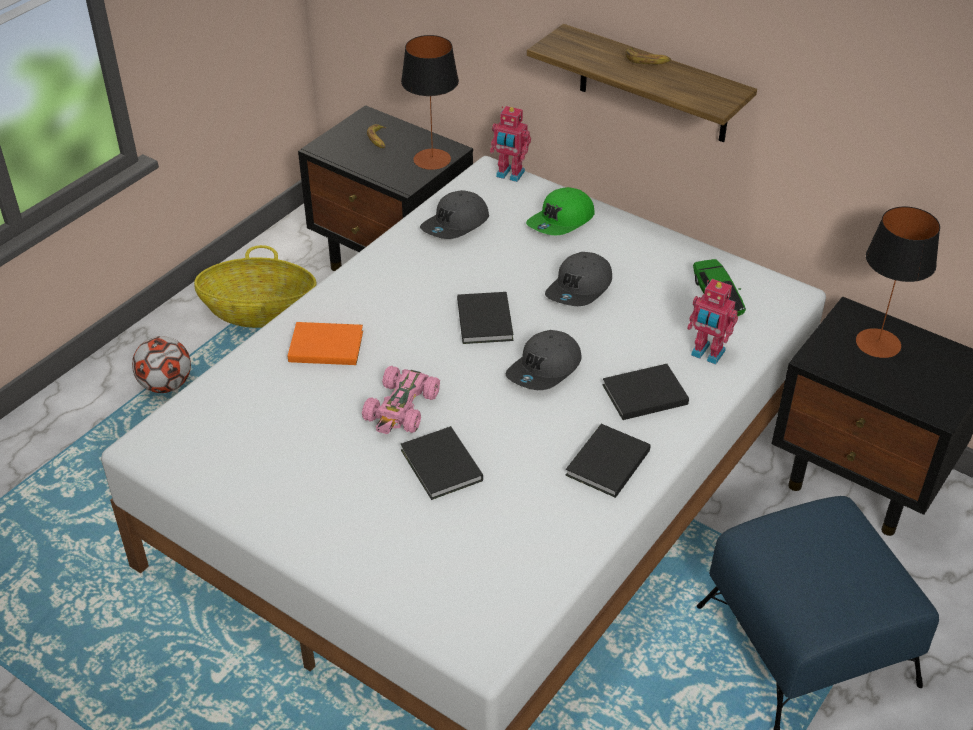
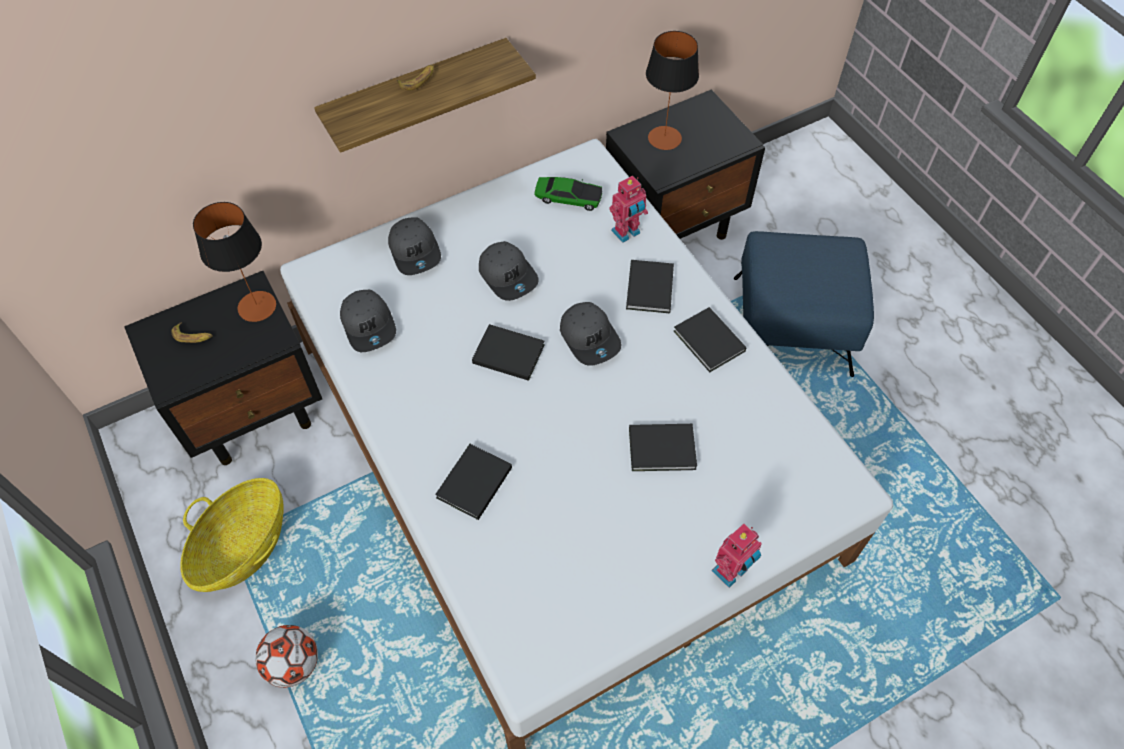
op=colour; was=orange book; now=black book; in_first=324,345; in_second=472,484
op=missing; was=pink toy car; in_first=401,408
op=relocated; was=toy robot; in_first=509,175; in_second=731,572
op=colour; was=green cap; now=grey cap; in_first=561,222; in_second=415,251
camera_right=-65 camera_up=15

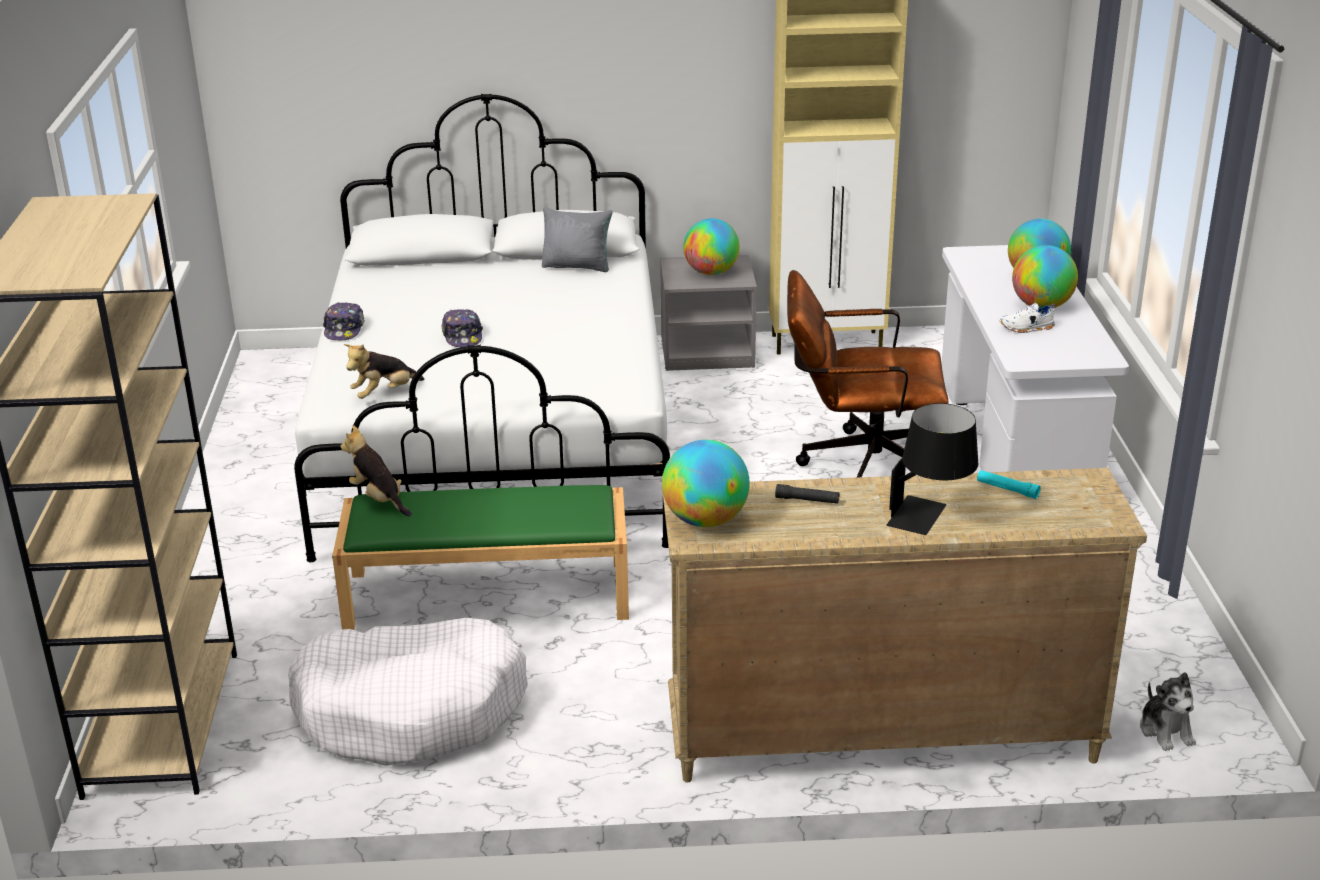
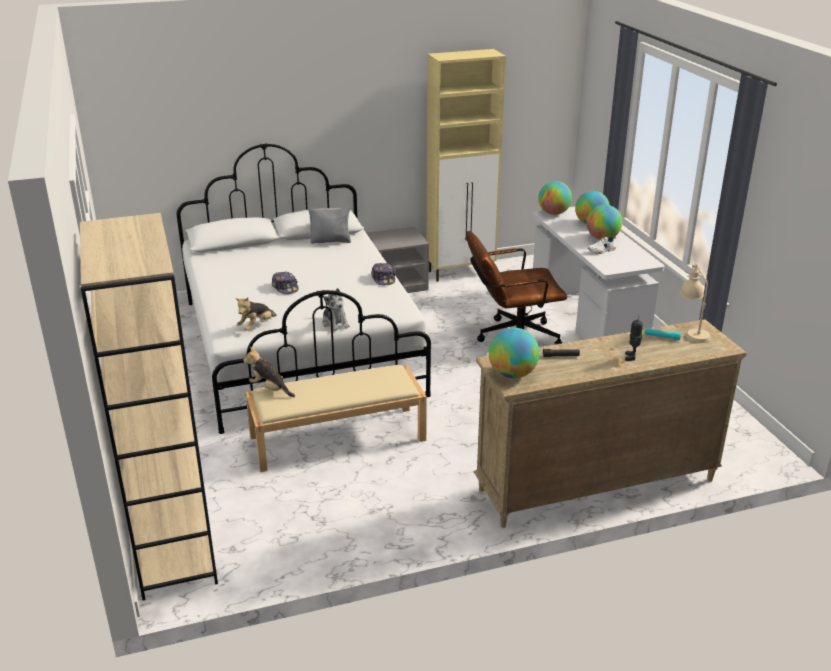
op=missing; was=white dog bed; in_first=412,710
op=relocated; was=cap; in_first=344,329; in_second=383,279
op=colour; was=green bench; now=beige bench; in_first=489,594; in_second=338,437
op=relocated; was=globe; in_first=711,272; in_second=553,213
op=exchanged; was=black table lamp; now=toy robot; in_first=930,518; in_second=632,357
op=relocated; was=plush toy; in_first=1165,731; in_second=335,323
op=appeared; now=beige table lamp; in_second=691,332
camera_right=-15 camera_up=0

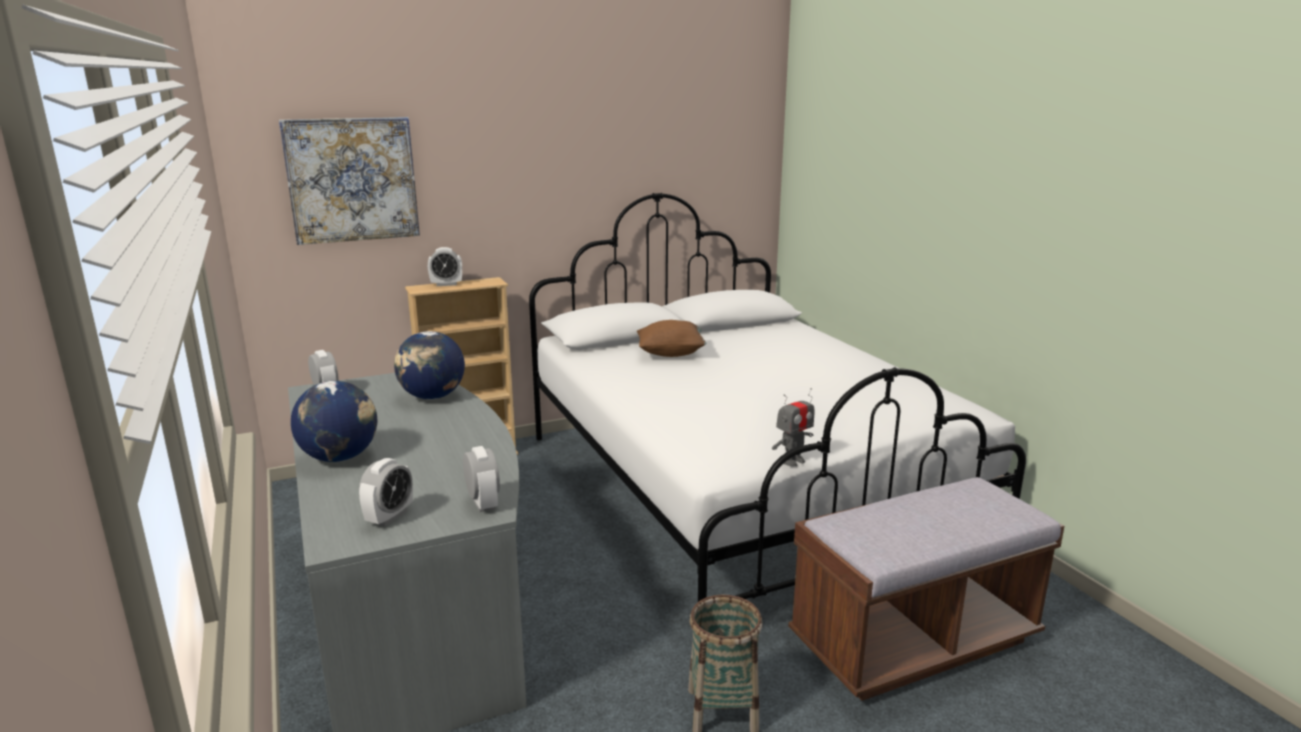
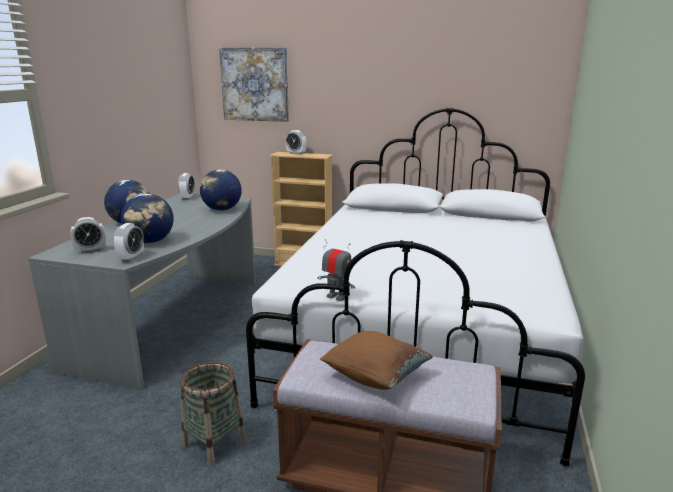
op=relocated; was=brown pillow; in_first=671,354; in_second=375,377
op=spun; was=toy robot; in_first=792,461; in_second=336,297; clockwise=-150
op=appeared; now=globe; in_second=150,242
camera_right=40 camera_up=0

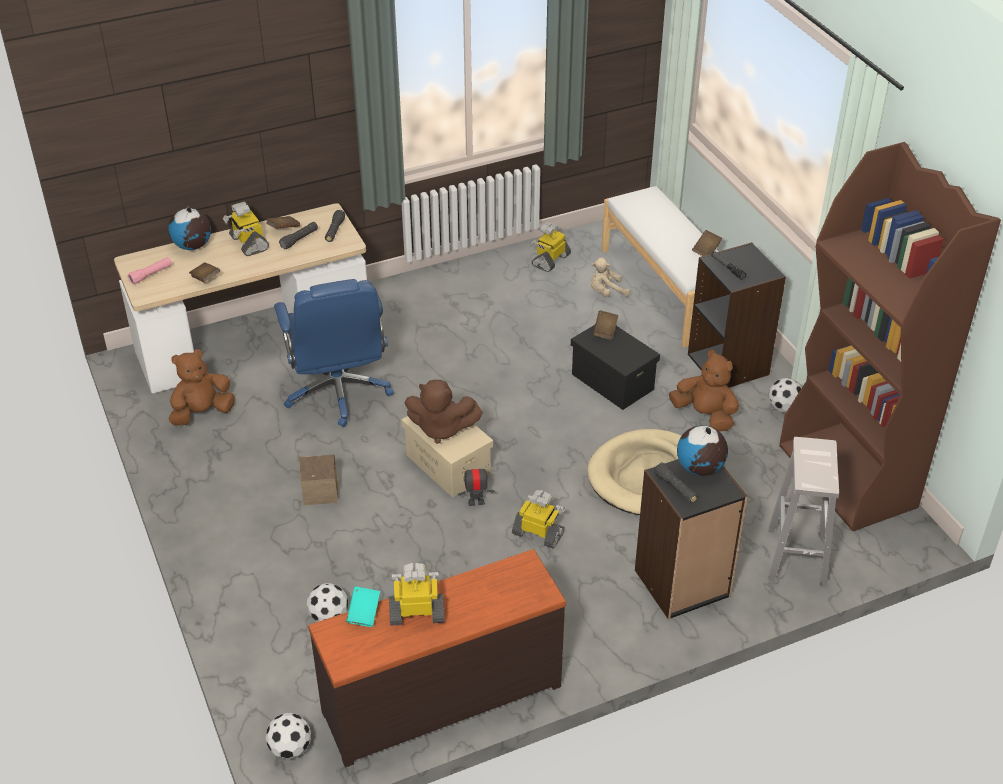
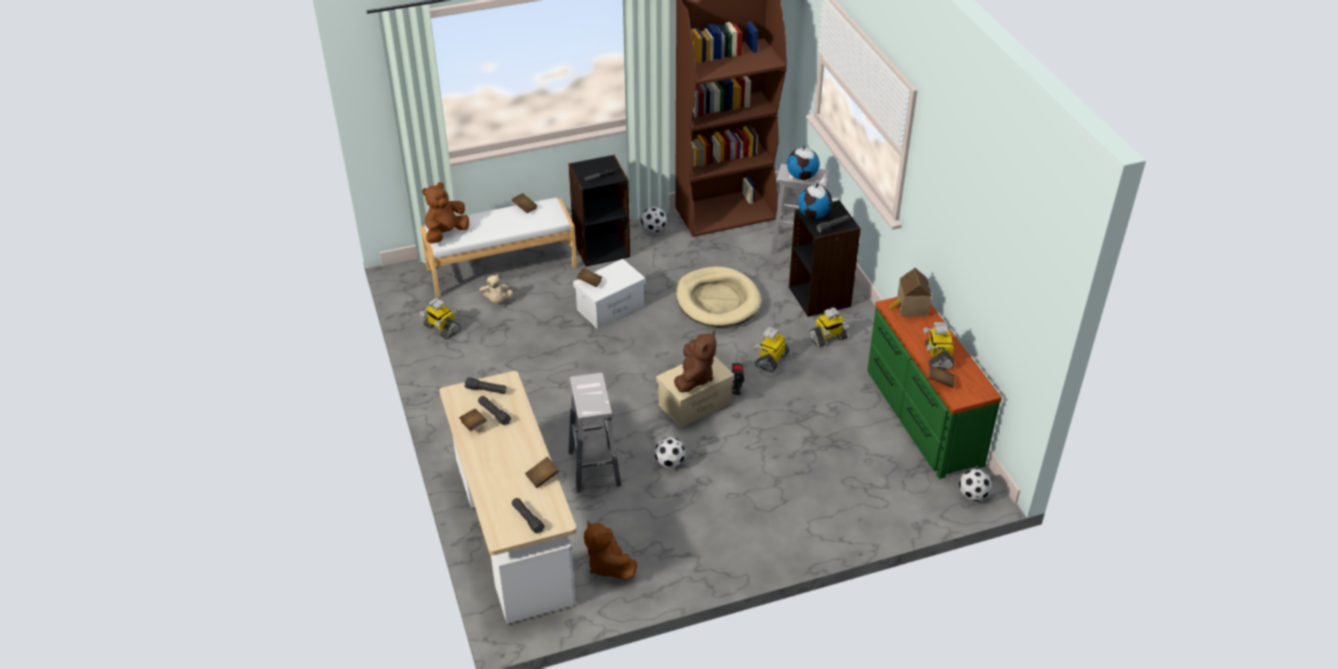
op=colour; was=pink flashlight; now=black flashlight; in_first=151,275; in_second=527,519
op=relocated; was=globe; in_first=193,246; in_second=802,176
op=relocated; was=toy robot; in_first=248,243; in_second=828,338
op=exchanged; was=blue office chair; now=white stool; in_first=338,392; in_second=595,469
op=relocated; was=toy house; in_first=320,490; in_second=910,308
op=relocated; was=football; in_first=329,617; in_second=670,462
op=colour; was=brown dresser; now=green dresser; in_first=441,696; in_second=922,417
op=colour; was=turquoise book; now=brown book; in_first=364,613; in_second=940,382
op=colour; was=black storage box; now=white storage box; in_first=613,382; in_second=610,307
op=relocated; was=brown plush toy; in_first=705,415; in_second=446,233
camera_right=-85 camera_up=0

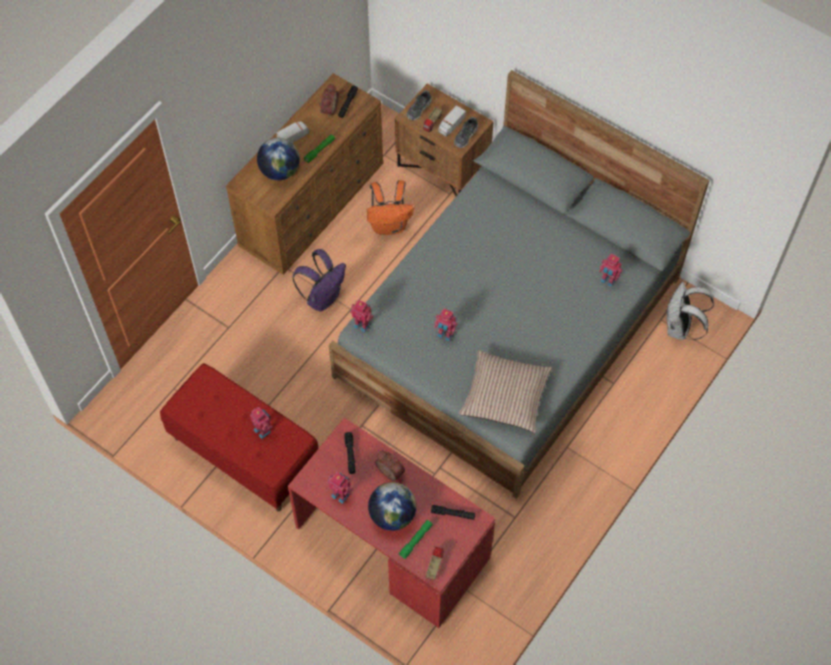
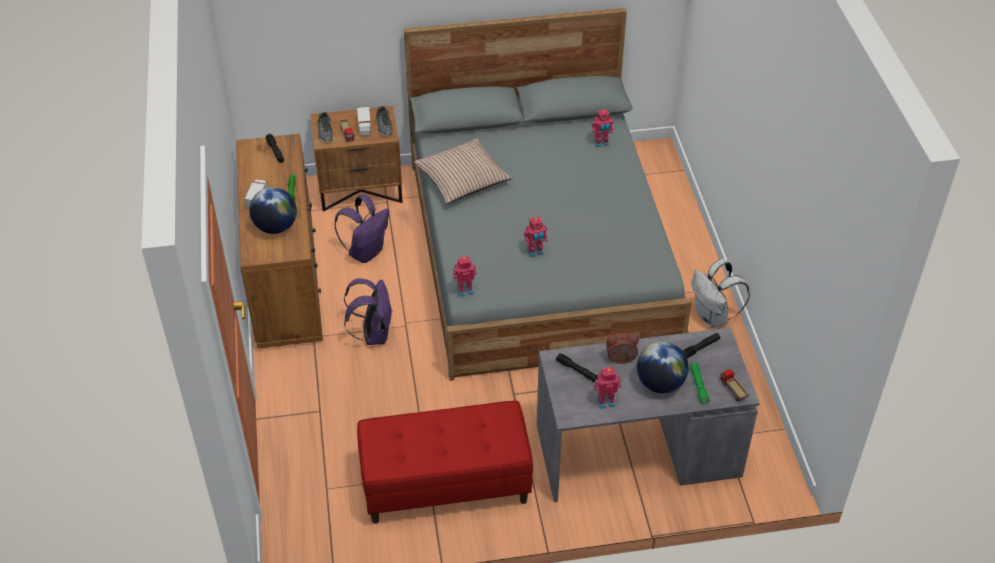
op=missing; was=toy robot; in_first=263,430
op=colour; was=red desk; now=grey desk; in_first=390,543; in_second=636,452
op=missing; was=alarm clock; in_first=328,109
op=colour; was=orange backpack; now=purple backpack; in_first=389,225; in_second=366,252
op=relocated; was=pillow; in_first=505,396; in_second=462,178
op=relocated; was=white backpack; in_first=680,328; in_second=713,317
camera_right=-45 camera_up=-15

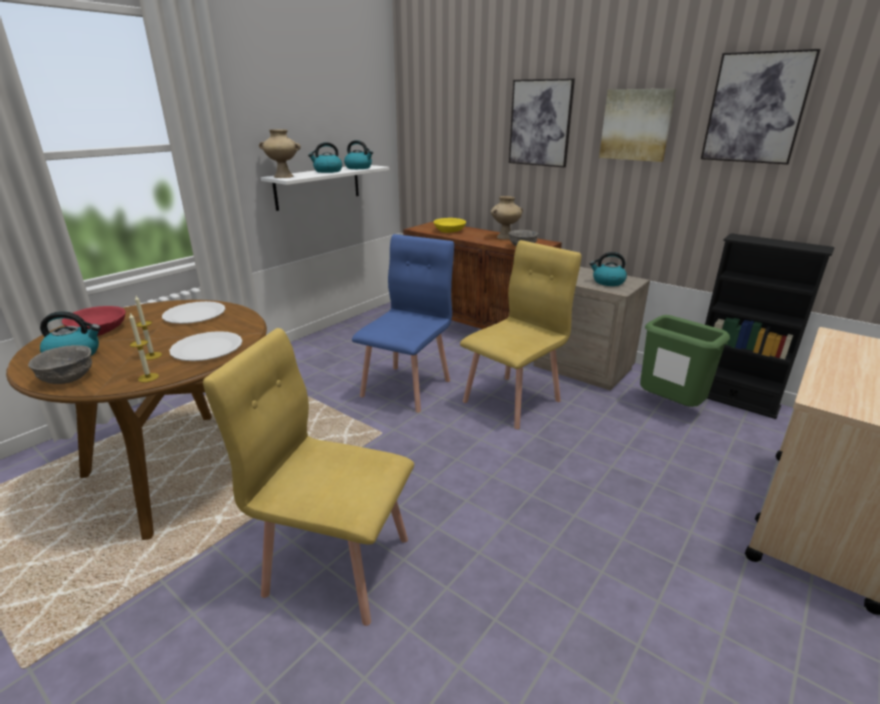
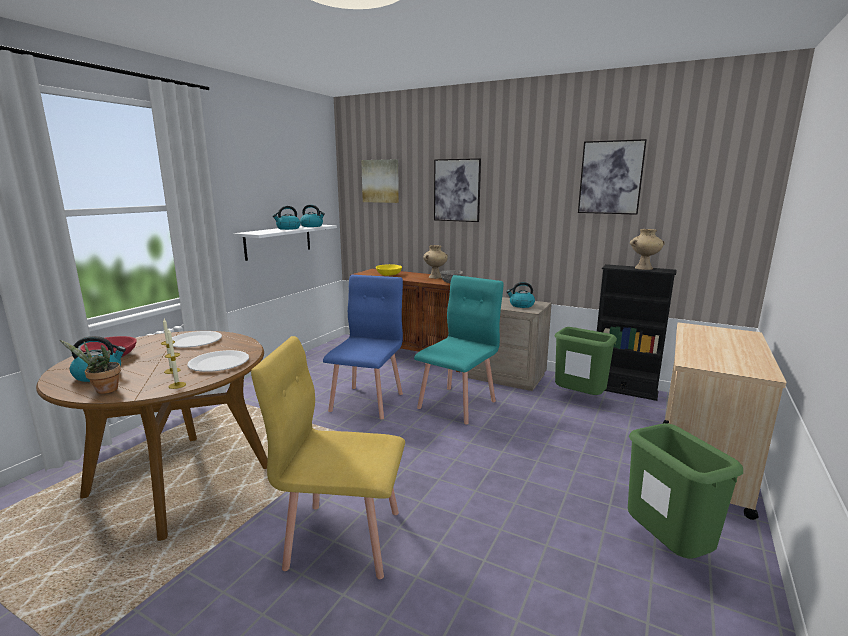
op=exchanged; was=grey bowl; now=potted plant; in_first=69,378; in_second=103,390
op=relocated; was=beige vase; in_first=284,176; in_second=643,268
op=colour; was=yellow chair; now=turquoise chair; in_first=512,401; in_second=458,404
op=relocated; was=picture; in_first=636,125; in_second=381,181
op=appeared; now=green trash can; in_second=667,549
camera_right=-10 camera_up=-10

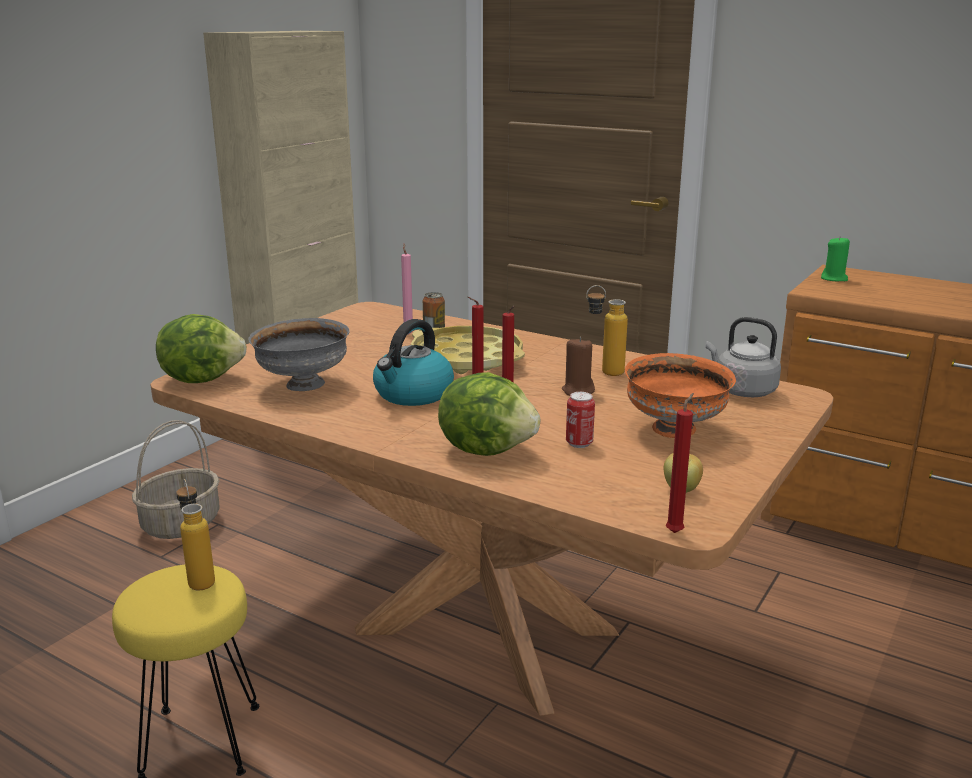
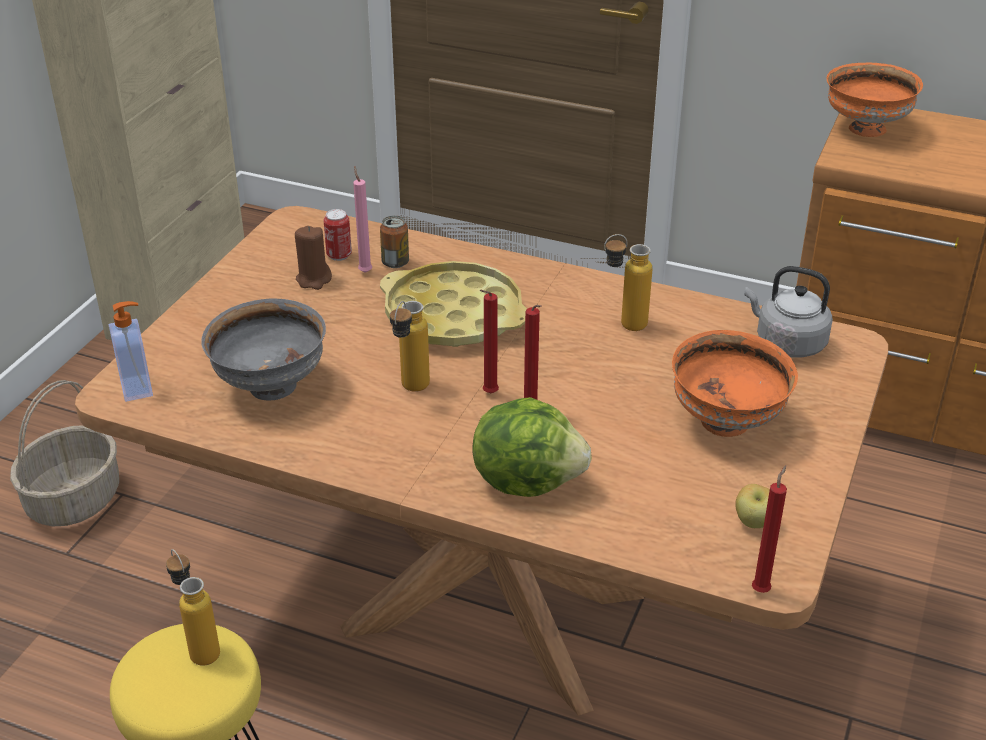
op=exchanged; was=lettuce; now=soap dispenser; in_first=202,378; in_second=138,388
op=exchanged; was=kettle; now=bottle; in_first=413,394; in_second=410,391
op=relocated; was=brown candle; in_first=578,391; in_second=314,279
op=relocated; was=can; in_first=579,443; in_second=339,255
op=exchanged; was=green candle; now=orange bowl; in_first=834,279; in_second=865,129
camera_right=-10 camera_up=15

